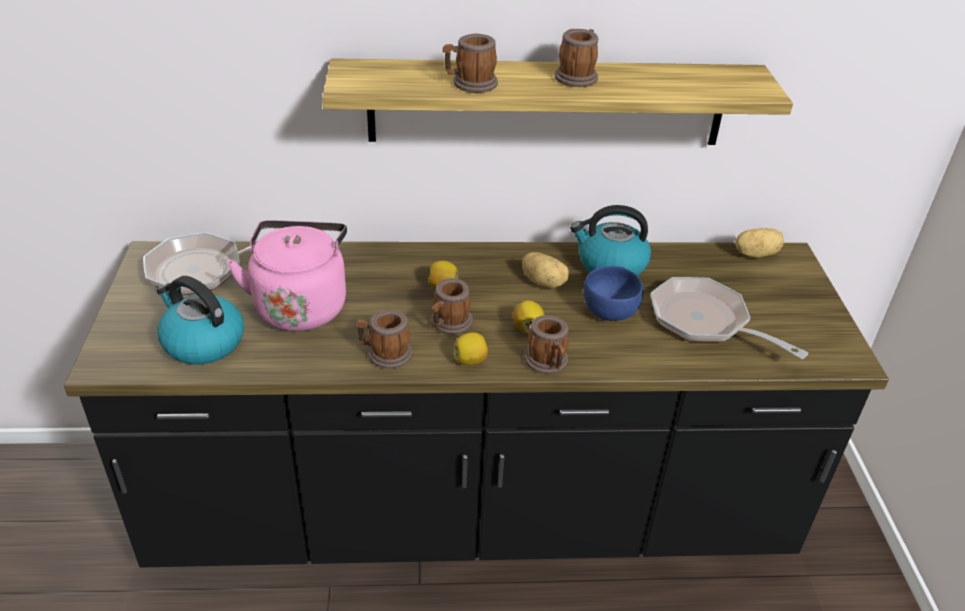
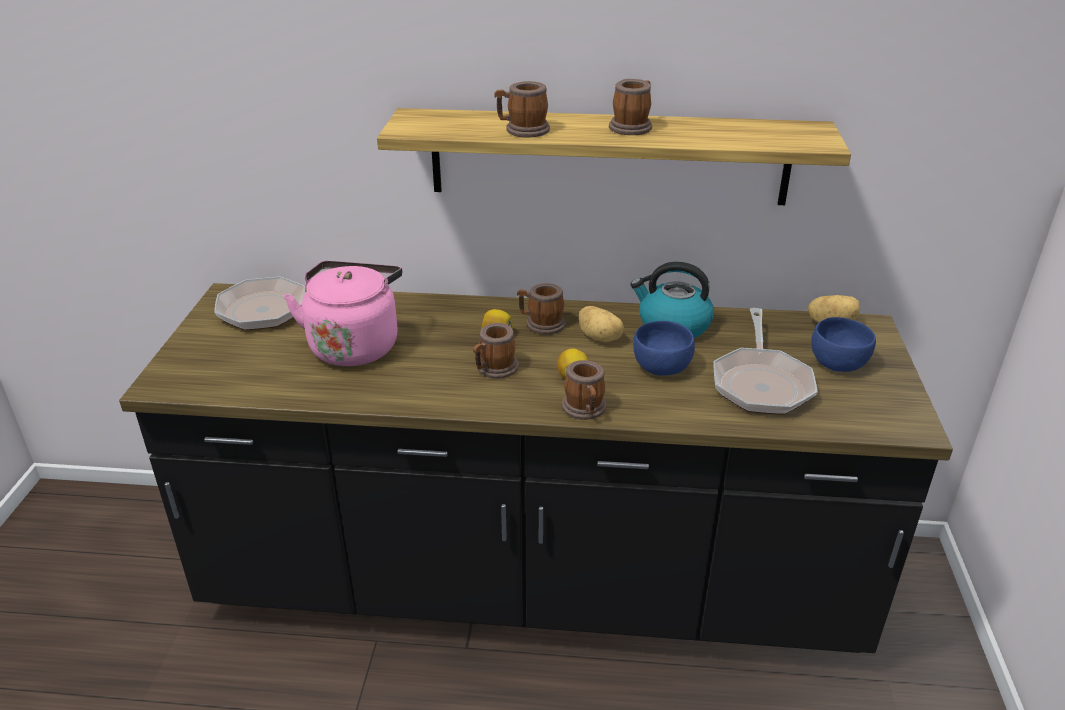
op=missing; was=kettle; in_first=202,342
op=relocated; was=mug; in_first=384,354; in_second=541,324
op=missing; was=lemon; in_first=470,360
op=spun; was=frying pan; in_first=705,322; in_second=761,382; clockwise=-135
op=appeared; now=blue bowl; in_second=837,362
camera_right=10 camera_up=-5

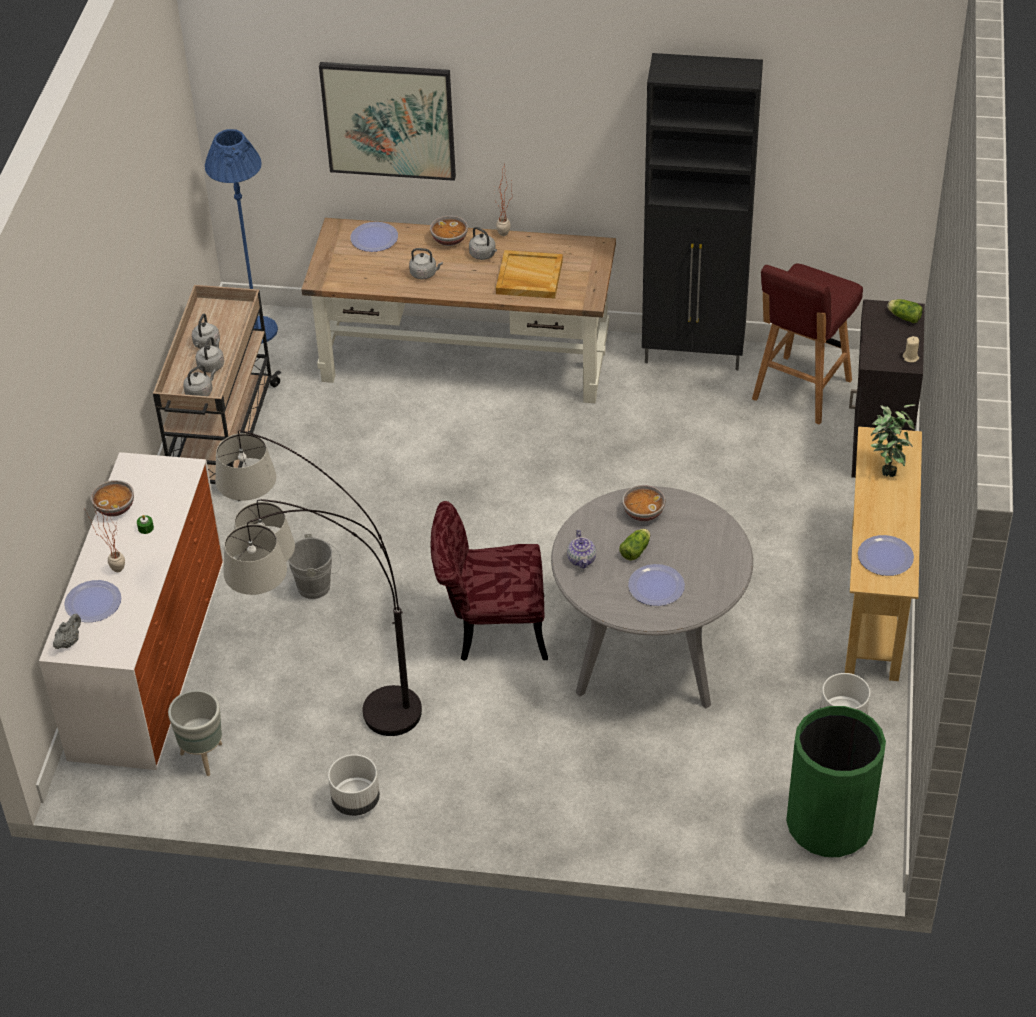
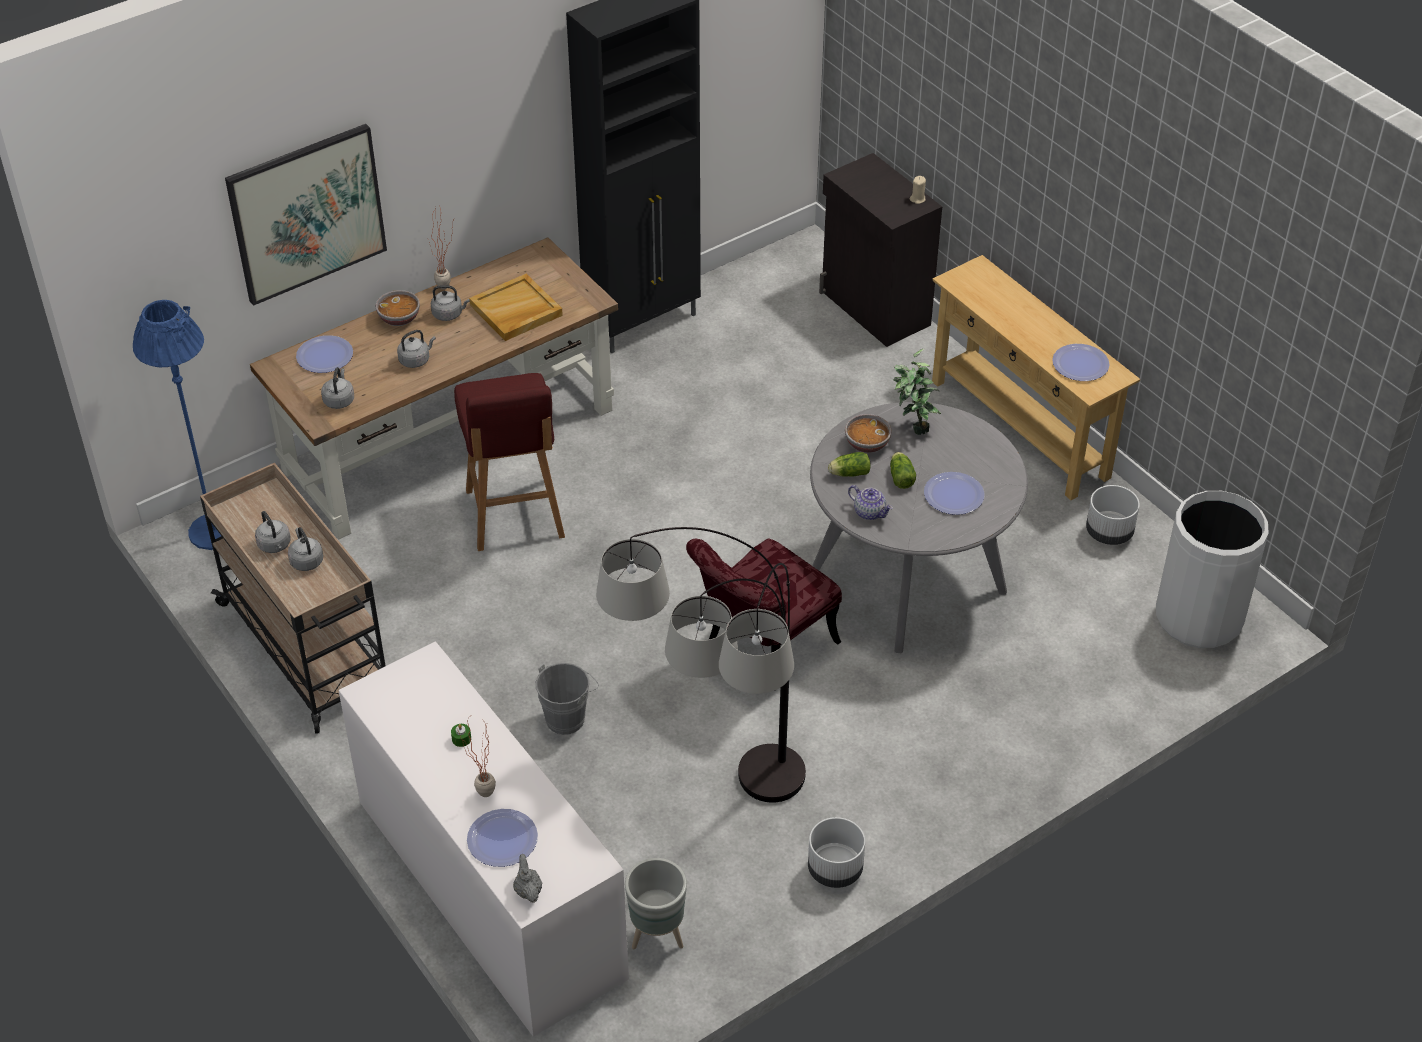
op=missing; was=bowl; in_first=115,507
op=relocated; was=grey kettle; in_first=200,392; in_second=339,400
op=relocated; was=red stool; in_first=800,391; in_second=515,516
op=colour; was=green trash can; now=white trash can; in_first=829,824; in_second=1198,617
op=relocated; was=potted plant; in_first=887,467; in_second=912,426
op=relocated; was=lettuce; in_first=903,317; in_second=848,473
camera_right=-45 camera_up=0

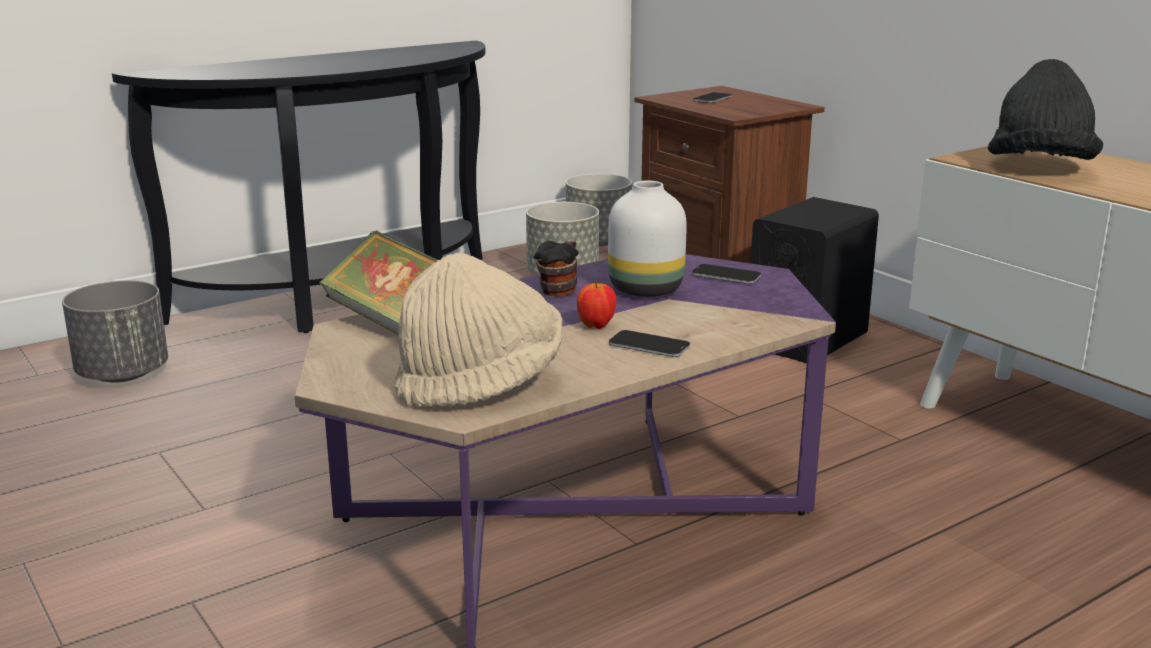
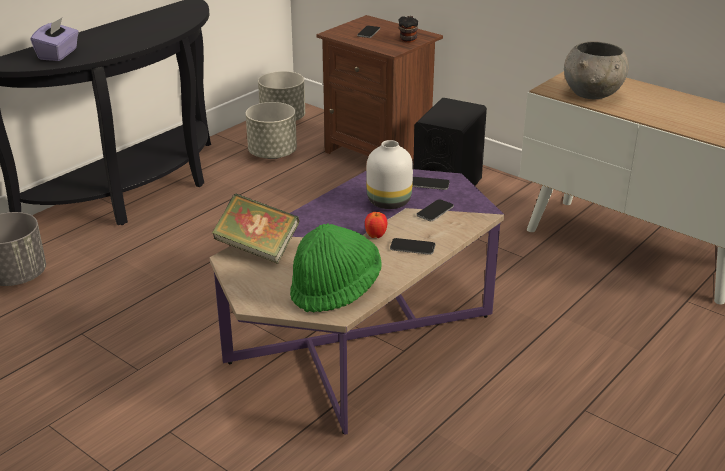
op=colour; was=beige hat; now=green hat; in_first=480,383; in_second=335,289
op=relocated; was=mug; in_first=561,289; in_second=408,39
op=exchanged; was=black hat; now=grey bowl; in_first=1039,167; in_second=593,95
op=appeared; now=purple tissue box; in_second=58,54
op=appeared; now=phone; in_second=435,211
camera_right=-15 camera_up=10

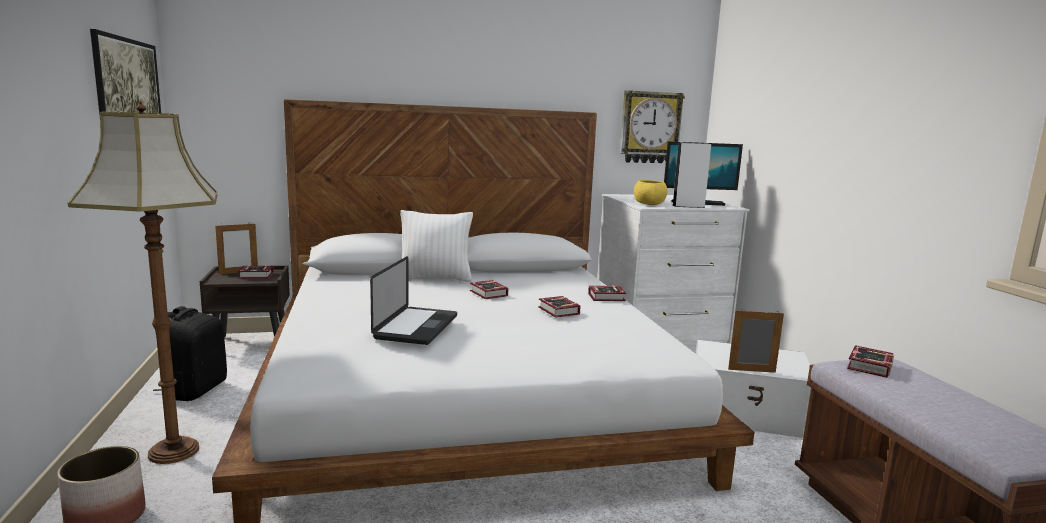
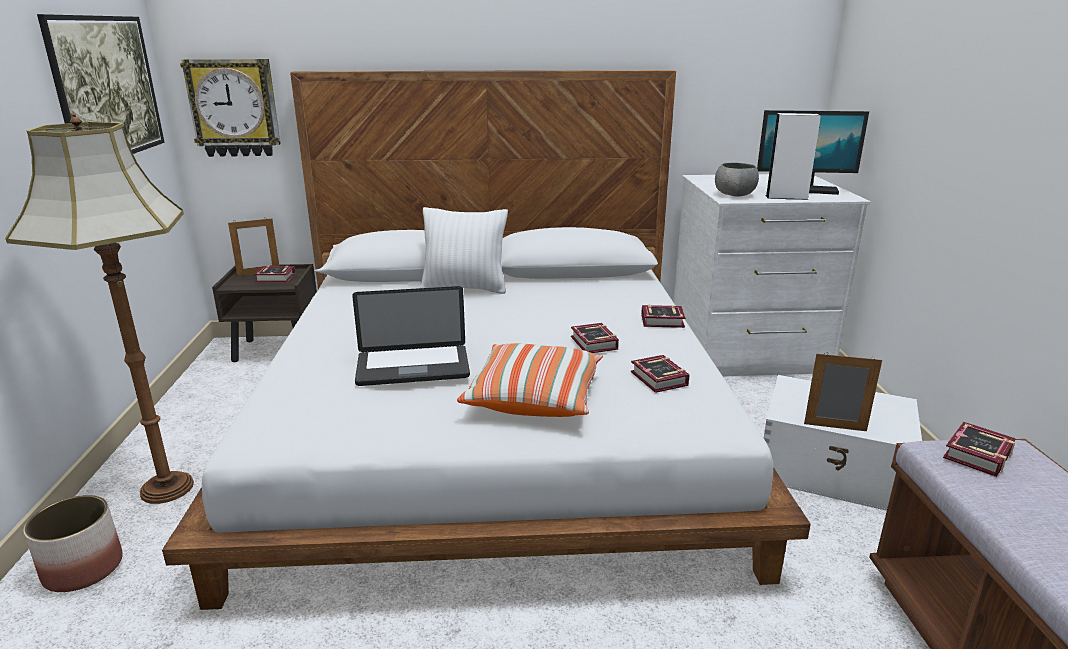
op=missing; was=black backpack; in_first=194,390
op=spun; was=laptop; in_first=416,327; in_second=413,367; clockwise=60
op=relocated; was=book; in_first=488,294; in_second=659,380
op=relocated; was=wall clock; in_first=650,127; in_second=234,108
op=colour; was=yellow bowl; now=grey bowl; in_first=649,204; in_second=734,195
op=appeared; now=pillow; in_second=534,397
camera_right=10 camera_up=10

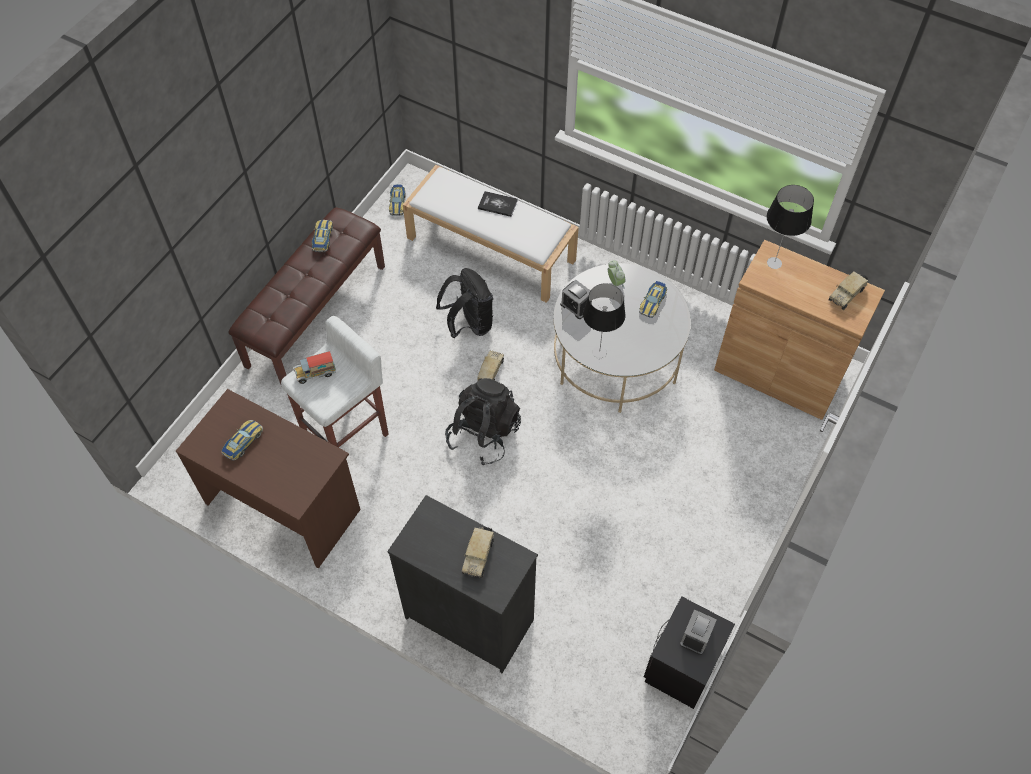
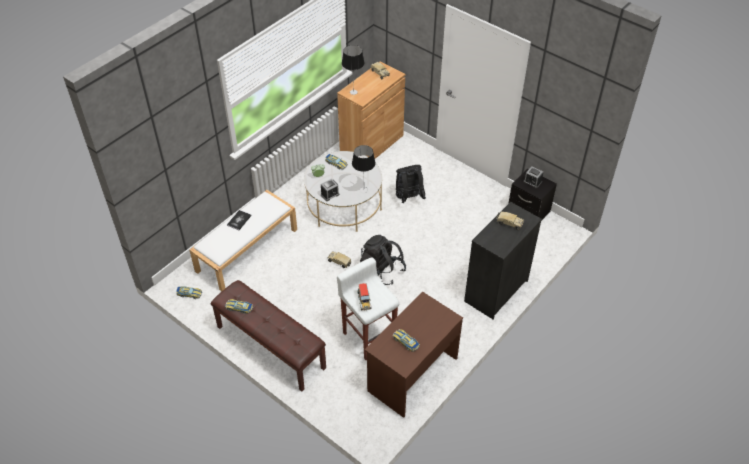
op=relocated; was=black backpack; in_first=469,324; in_second=408,198
camera_right=-80 camera_up=-10

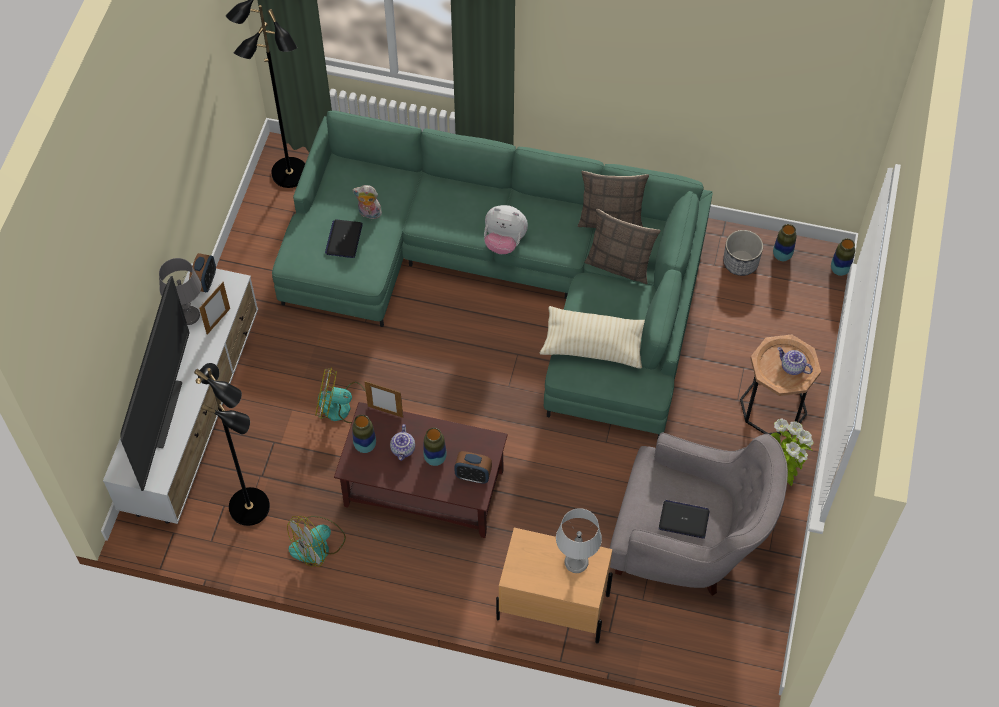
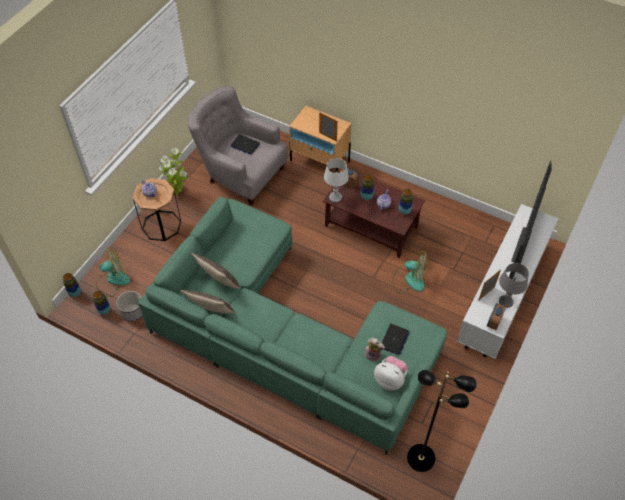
op=missing; was=black floor lamp; in_first=251,506
op=relocated; was=fan; in_first=317,545; in_second=113,280
op=relocated; was=picture frame; in_first=385,411; in_second=327,137
op=relocated; was=plush toy; in_first=504,242; in_second=390,379
op=missing; was=beige pillow; in_first=593,345
op=relocated; was=grey table lamp; in_first=576,562; in_second=335,197
camera_right=-165 camera_up=-5

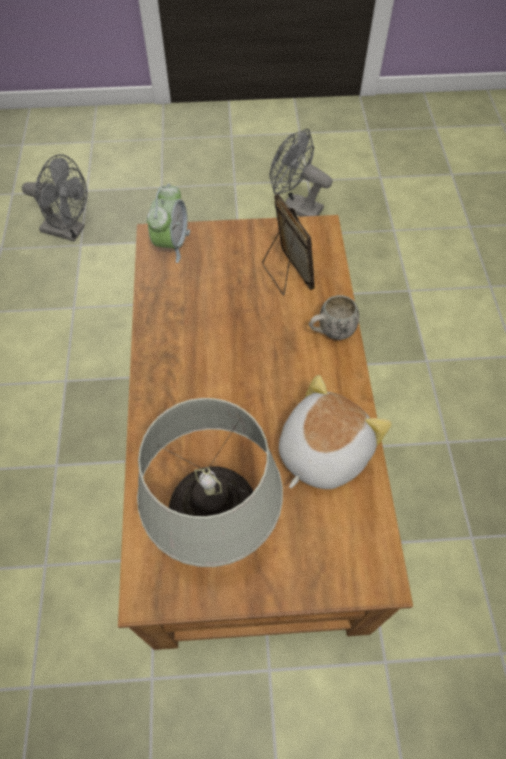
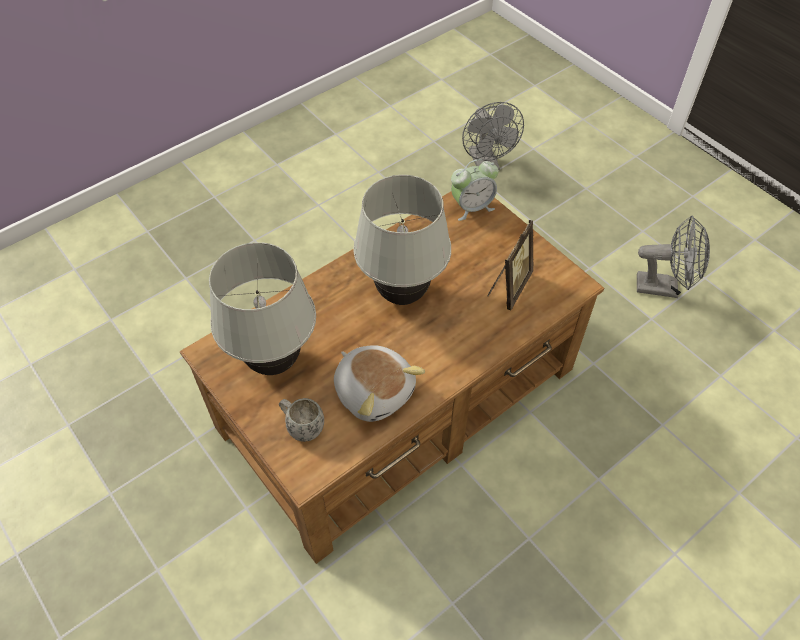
op=spun; was=grey fan; in_first=295,207; in_second=664,287; clockwise=105
op=spun; was=plush toy; in_first=321,451; in_second=374,391; clockwise=45
op=relocated; was=white mug; in_first=330,332; in_second=301,426
op=appeared; now=white table lamp; in_second=401,295
camera_right=55 camera_up=-5

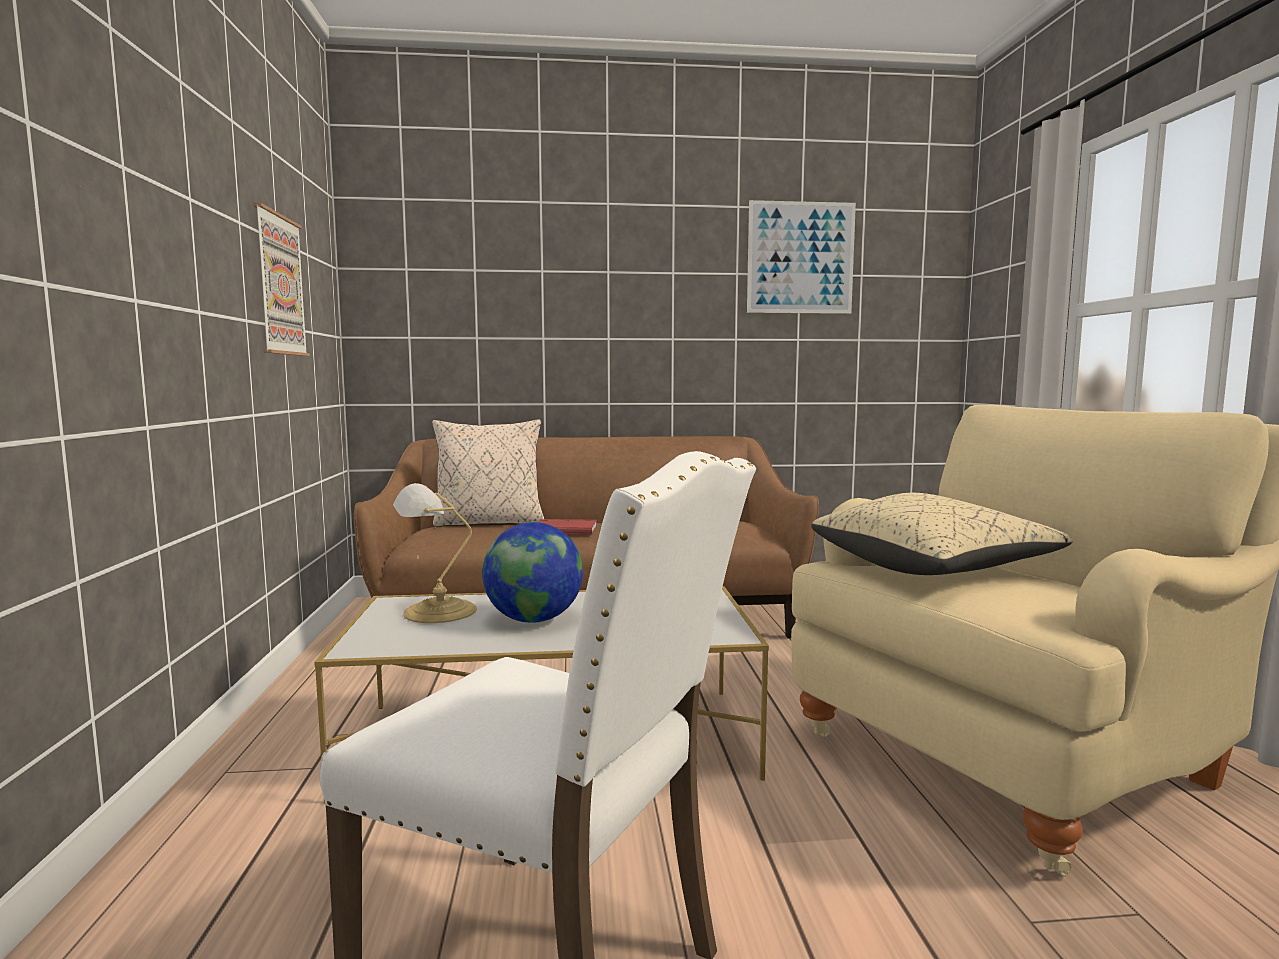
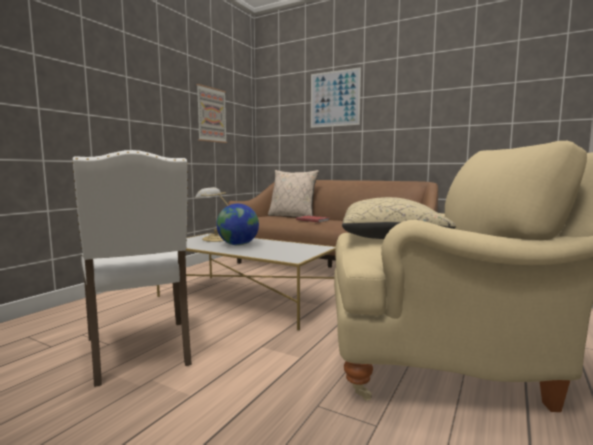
op=relocated; was=picture; in_first=800,258; in_second=335,99
camera_right=35 camera_up=0

